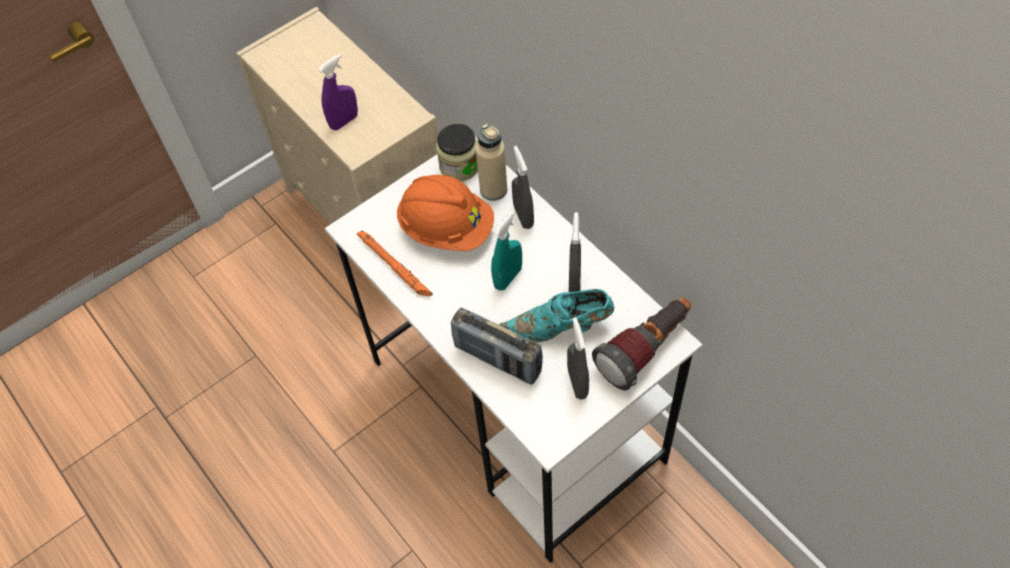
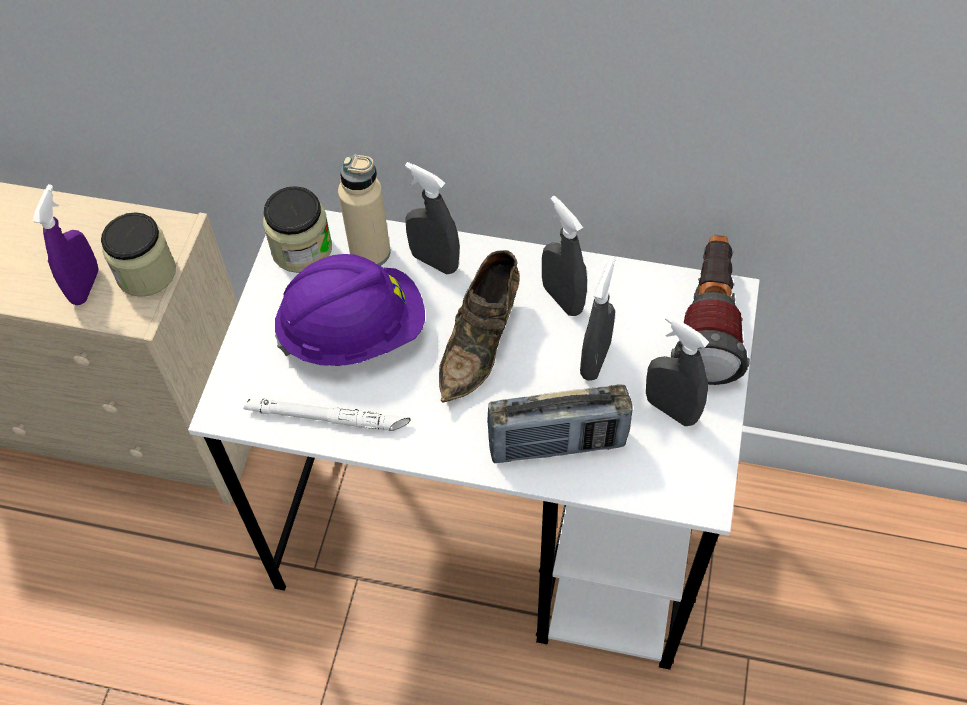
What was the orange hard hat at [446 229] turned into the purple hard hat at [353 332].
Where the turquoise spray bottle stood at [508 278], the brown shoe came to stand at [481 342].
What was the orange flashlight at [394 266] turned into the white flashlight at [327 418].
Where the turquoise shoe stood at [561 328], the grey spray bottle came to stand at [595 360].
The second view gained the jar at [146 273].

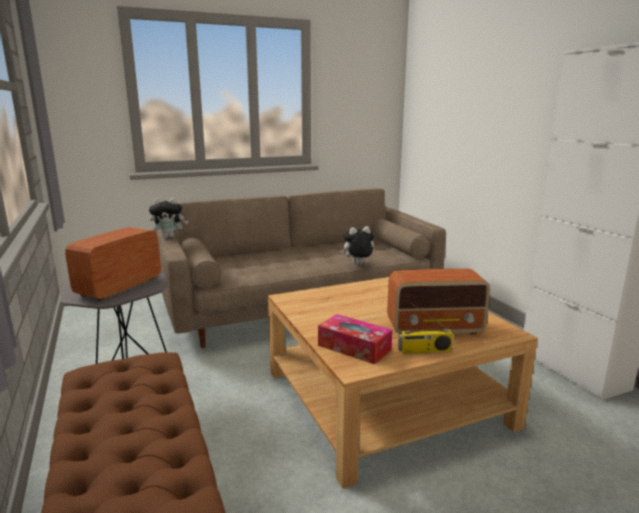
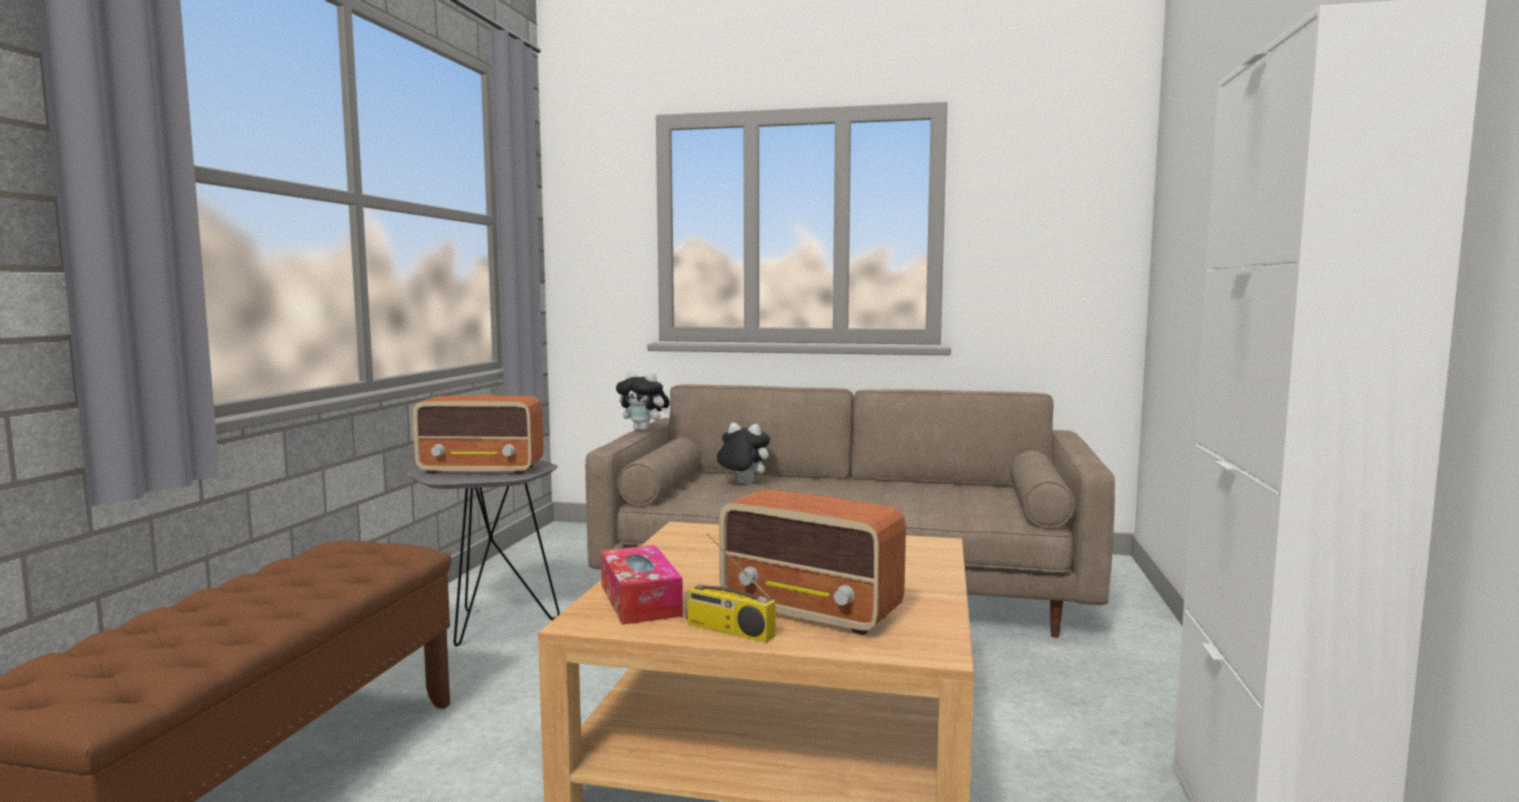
The plush toy ended up elsewhere, having gone from [358 264] to [742 483].
The radio at [118 287] ended up facing another way, 150 degrees counterclockwise from before.

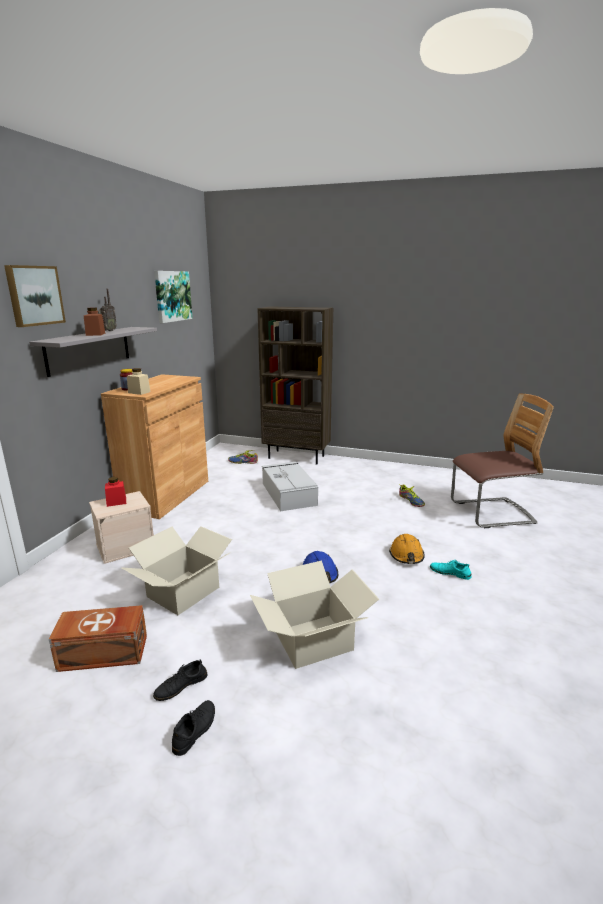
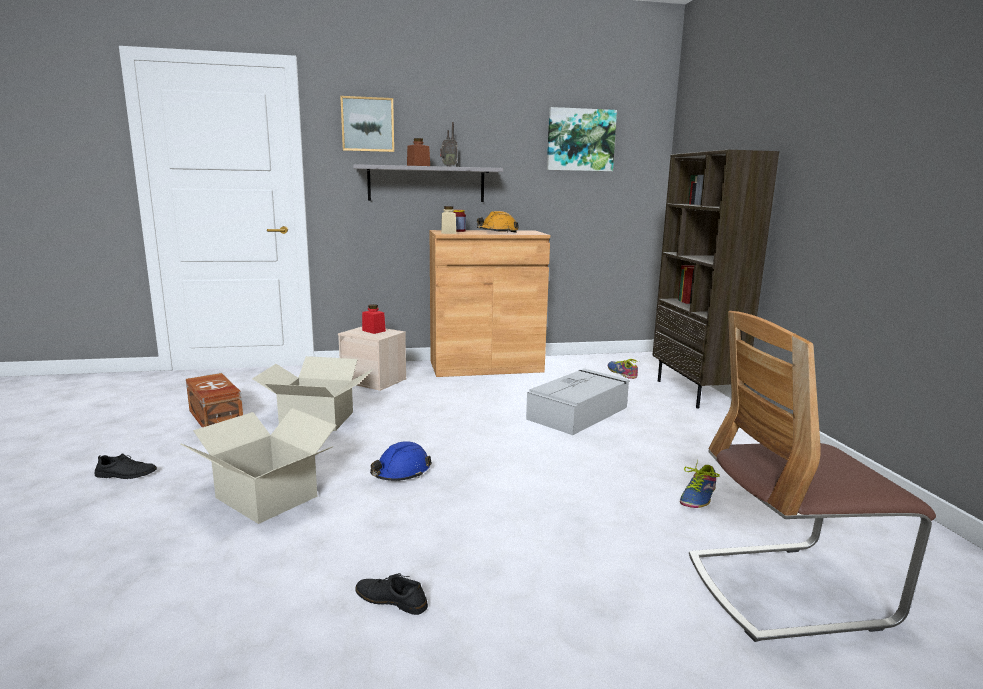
The chair at [491 513] ended up facing another way, 120 degrees clockwise from before.
The orange hard hat ended up elsewhere, having gone from [406 556] to [497 232].
The second view lost the turquoise shoe at [450 573].
The black shoe ended up elsewhere, having gone from [181 686] to [391 600].

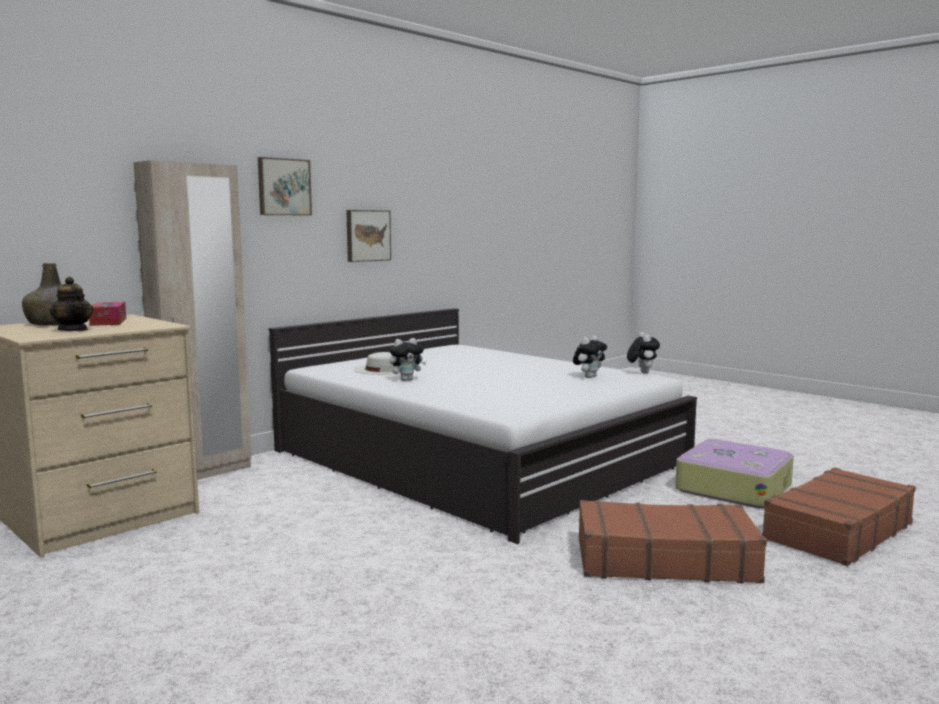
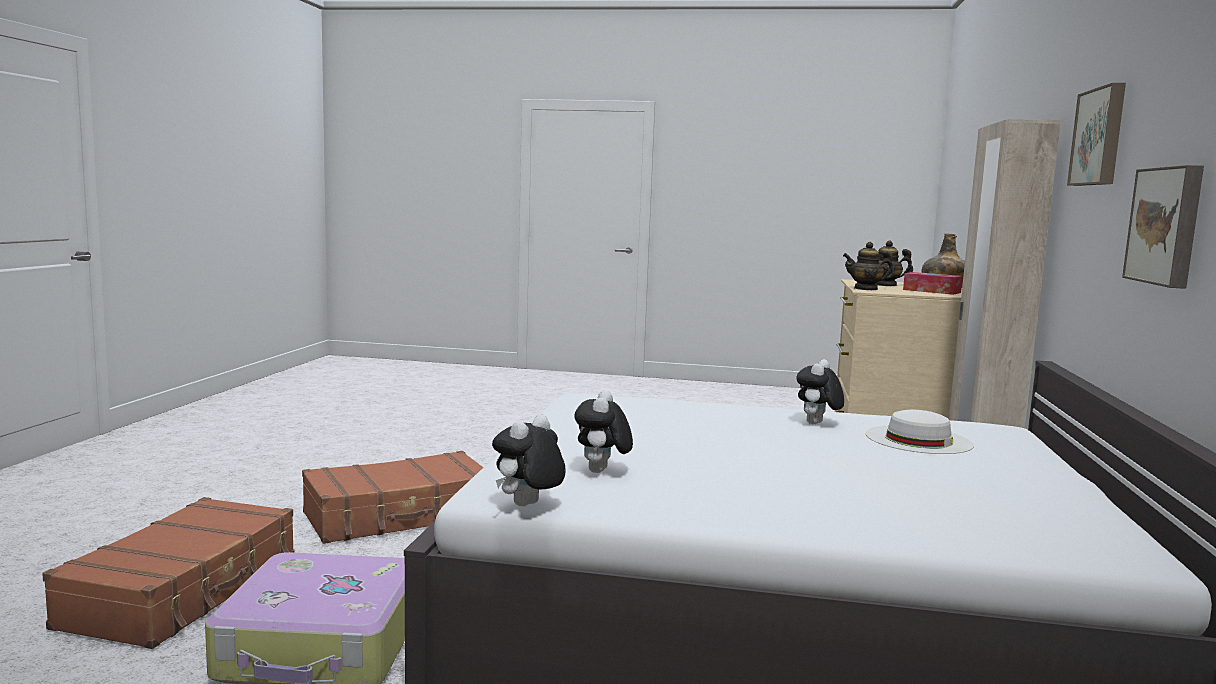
The plush toy at [642 372] ended up facing another way, 75 degrees clockwise from before.
The second view gained the teapot at [866 289].

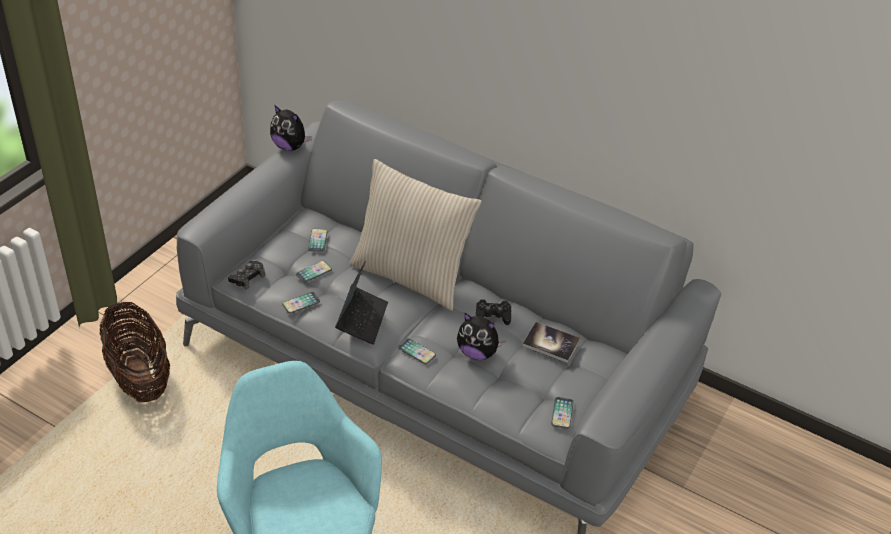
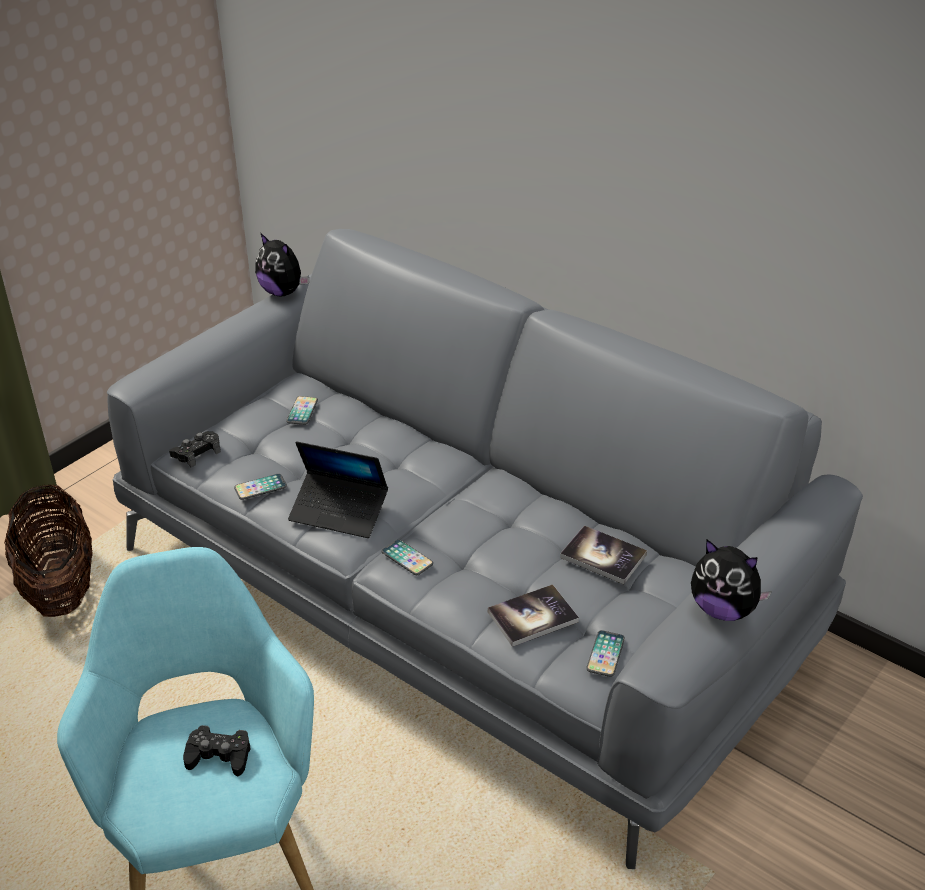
The second view lost the beige pillow at [411 276].
The laptop at [362 319] ended up facing another way, 90 degrees clockwise from before.
The second view lost the phone at [313 272].
The black game controller ended up elsewhere, having gone from [492 315] to [219 756].
The plush toy ended up elsewhere, having gone from [477 353] to [723 609].
The second view gained the book at [532 617].

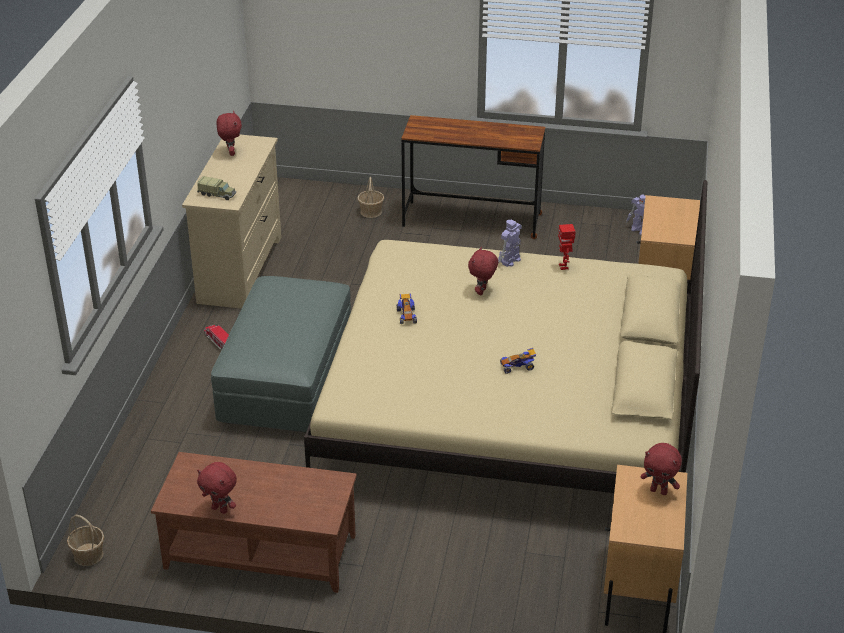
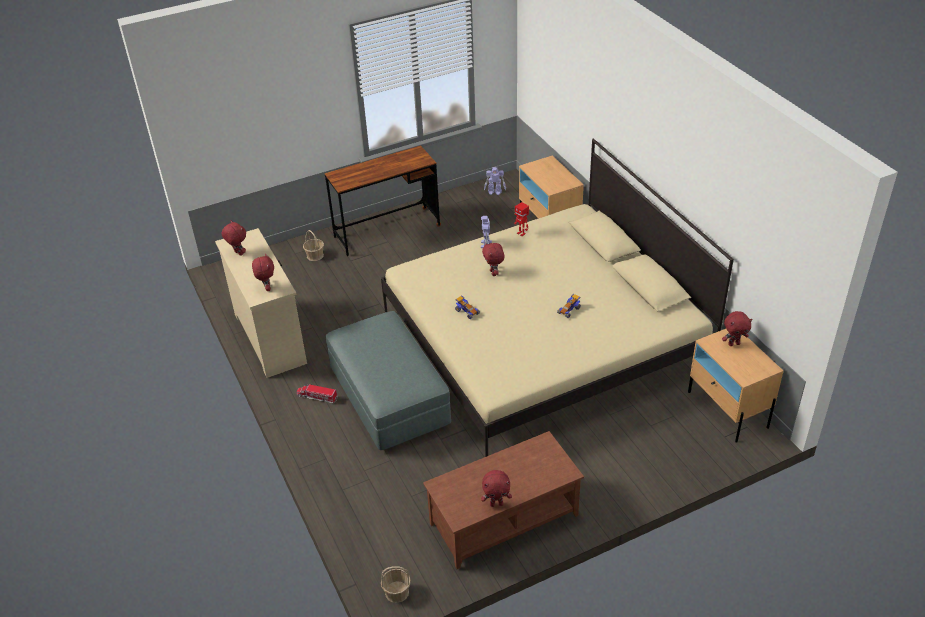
Where the toy truck stood at [217 194], the red plush toy came to stand at [267 288].

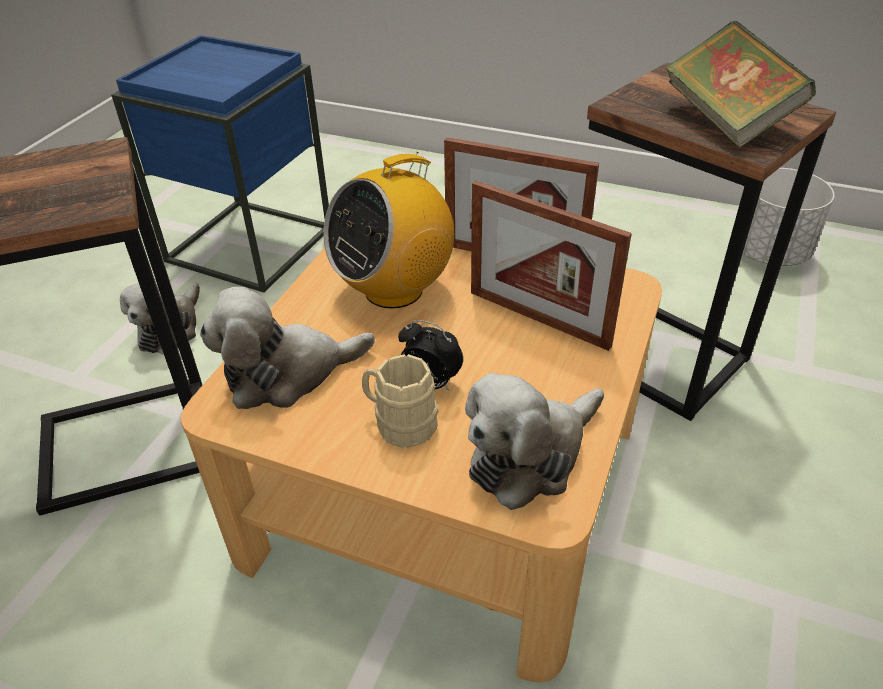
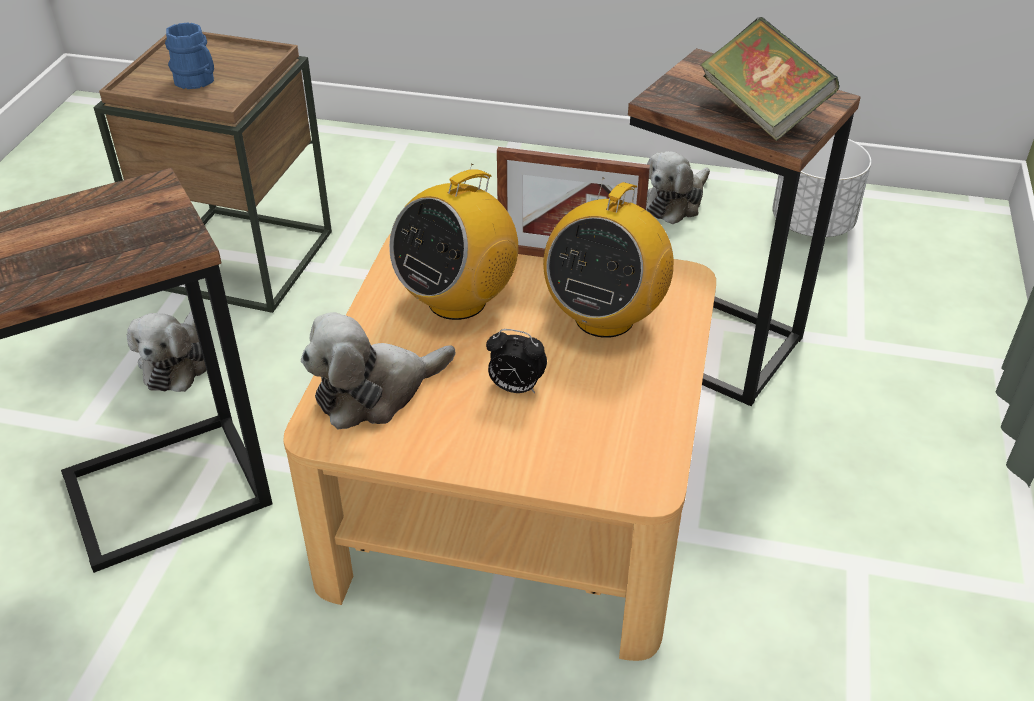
What was the blue side table at [250 244] turned into the brown side table at [242 258].
Where the picture frame stood at [538 318], the radio came to stand at [604 317].
The second view lost the beige mug at [399 423].
The plush toy ended up elsewhere, having gone from [530 455] to [676 203].
The second view gained the blue mug at [198 81].

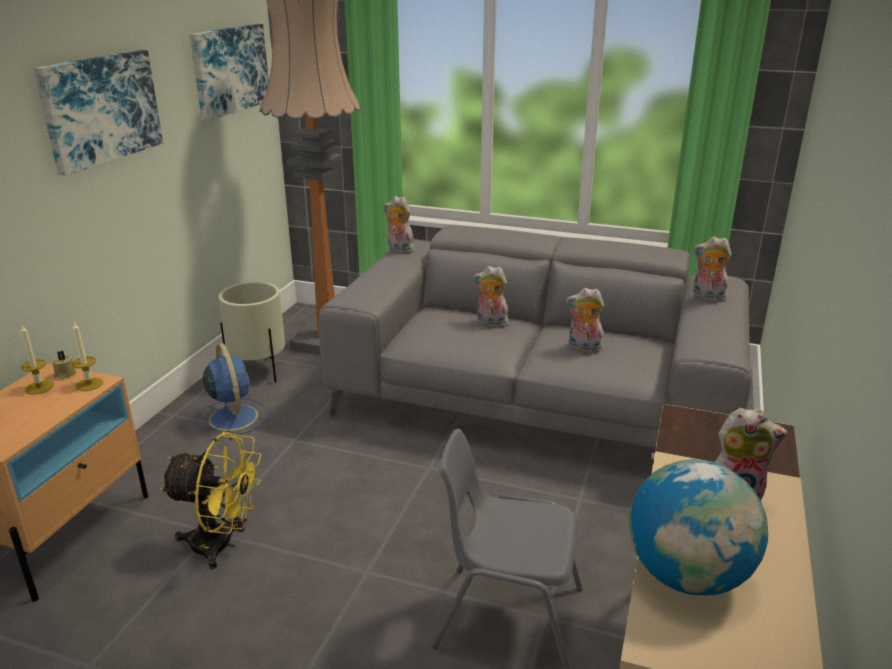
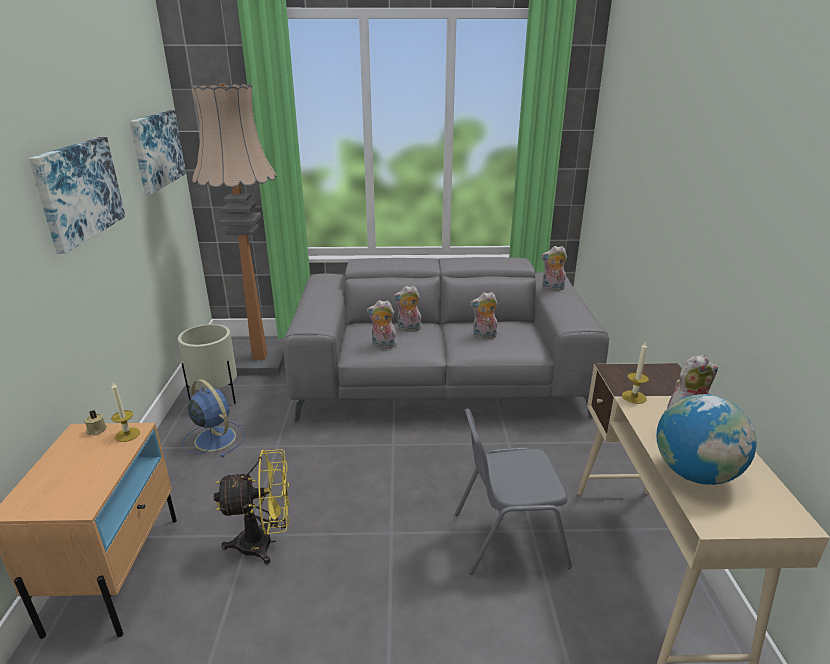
The plush toy ended up elsewhere, having gone from [399 250] to [383 345].
The candle ended up elsewhere, having gone from [39 387] to [634 397].

